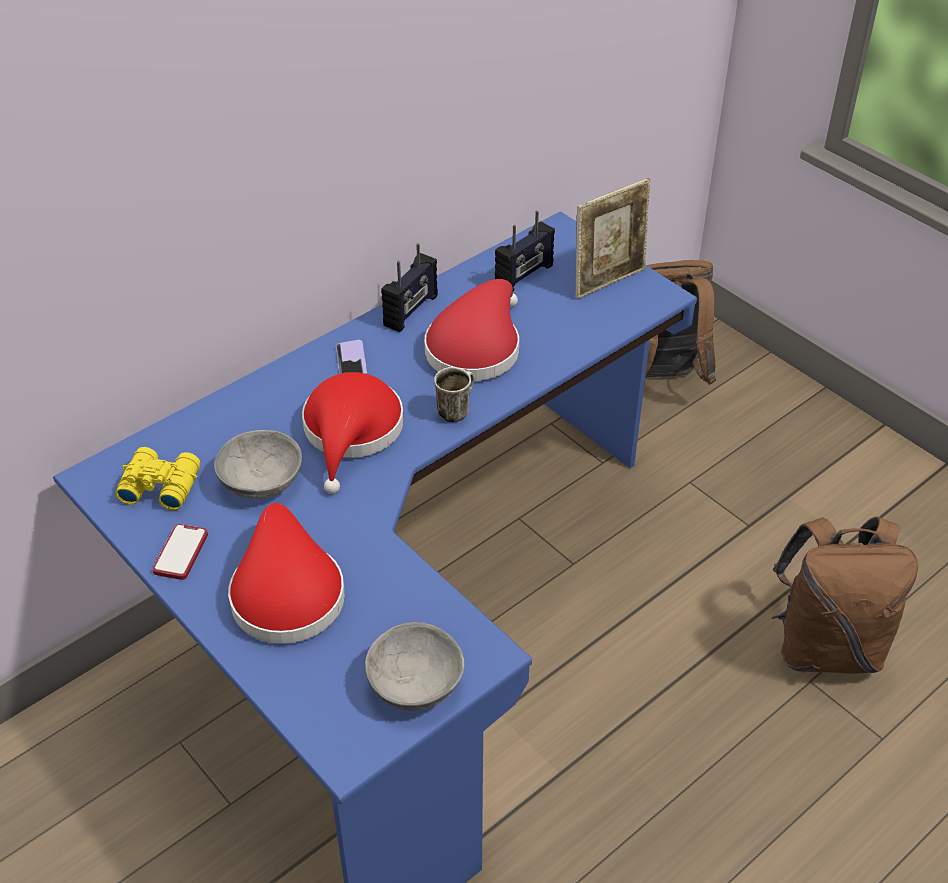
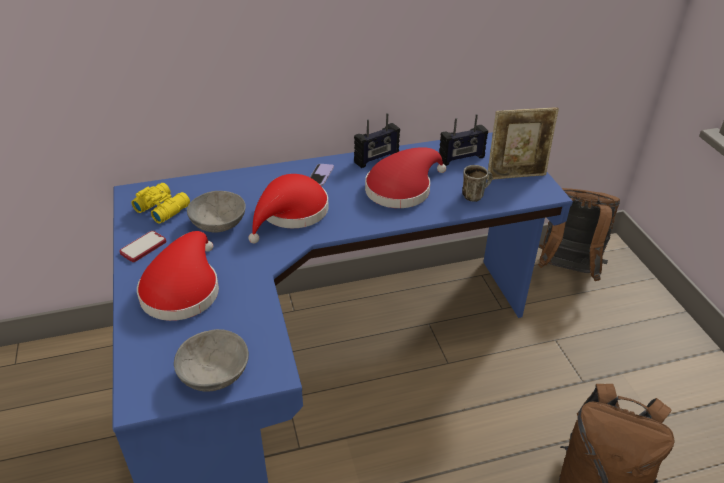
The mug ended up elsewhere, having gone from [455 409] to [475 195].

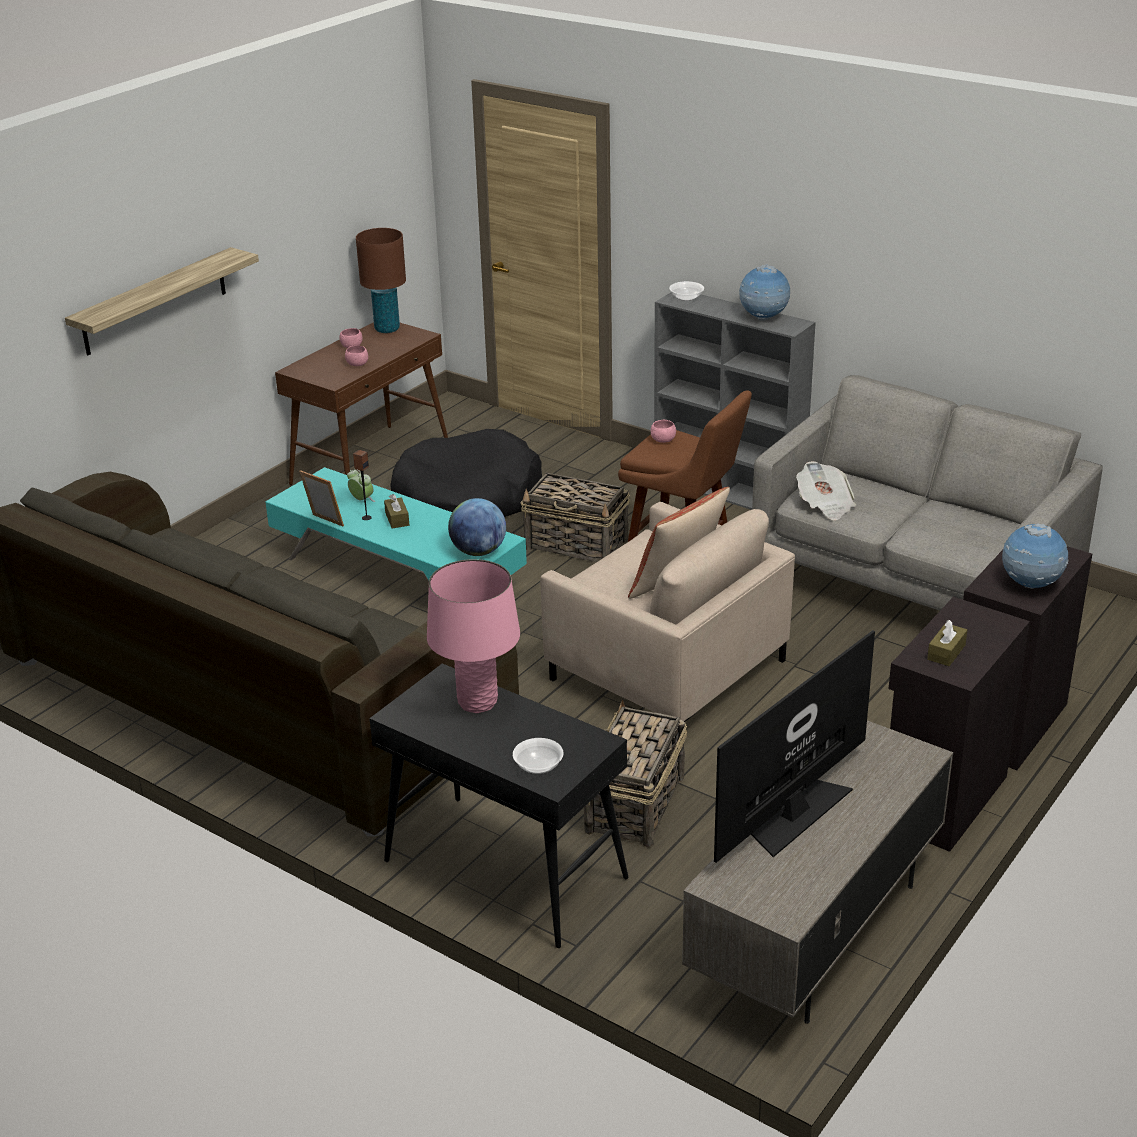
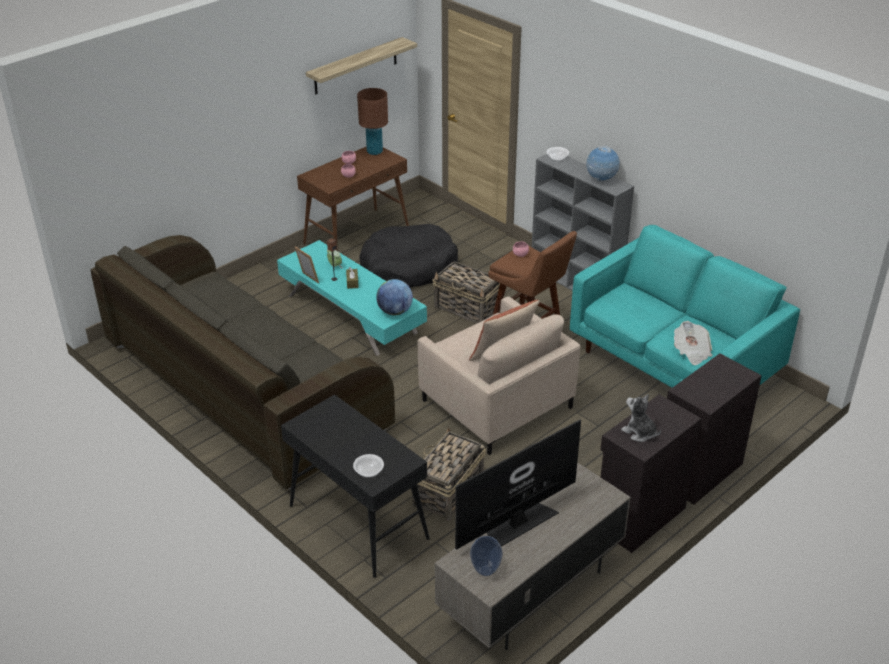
The shelf ended up elsewhere, having gone from [154 302] to [356 66].
What was the grey sofa at [914 585] turned into the turquoise sofa at [673 366].
The newspaper ended up elsewhere, having gone from [825 505] to [691 352].
The second view lost the globe at [1030 586].
The second view lost the pink table lamp at [477 702].
Where the brown tissue box stood at [946 652], the plush toy came to stand at [639 432].
The second view gained the vase at [485 571].

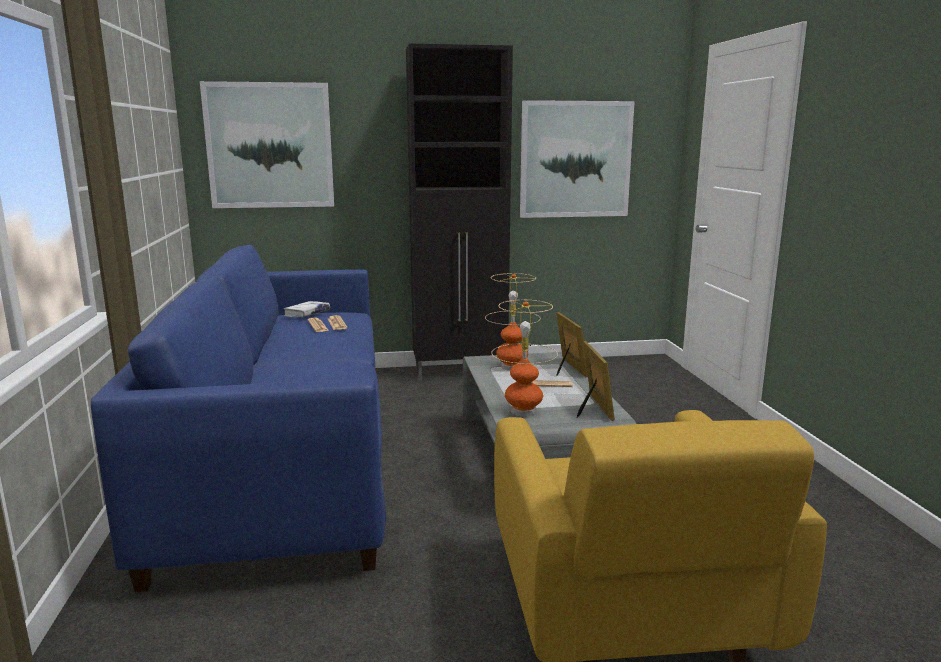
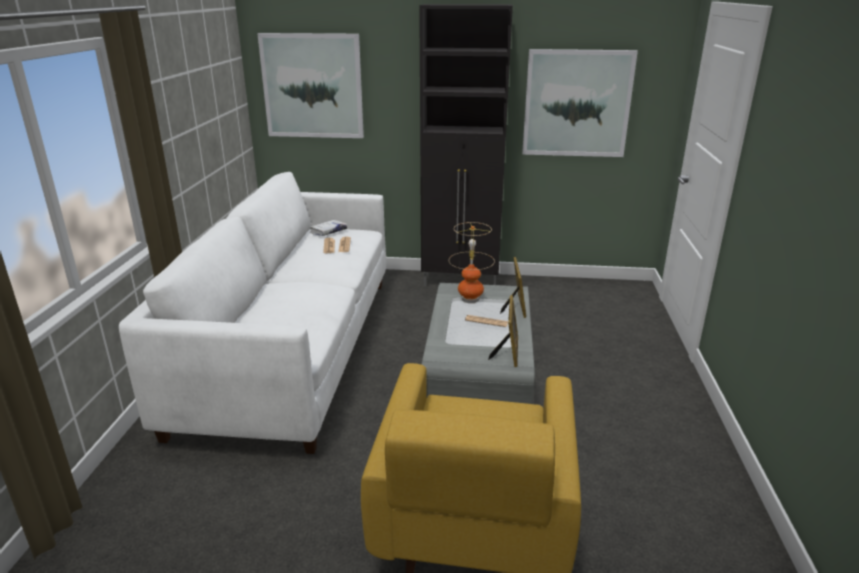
What was the blue sofa at [285 458] turned into the white sofa at [293 348].
The second view lost the table lamp at [523 411].

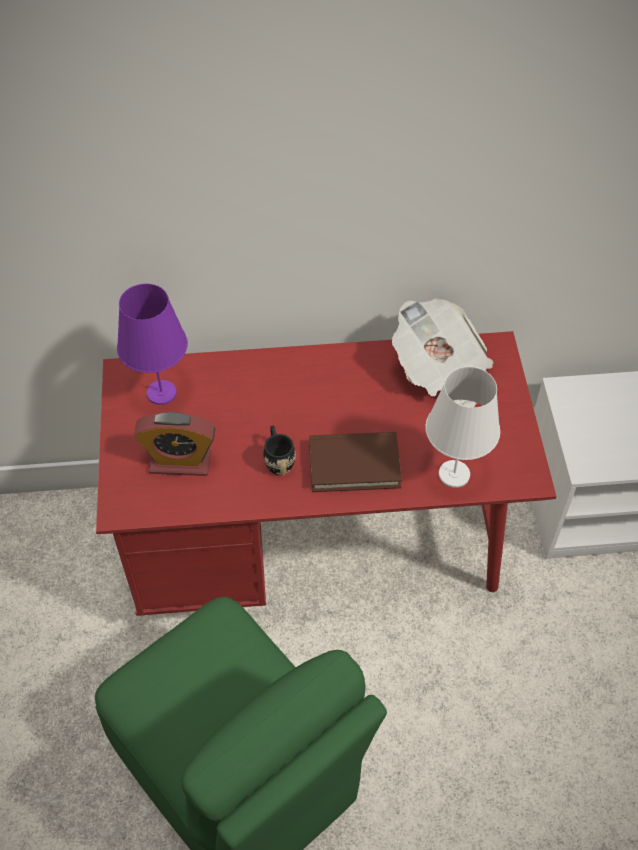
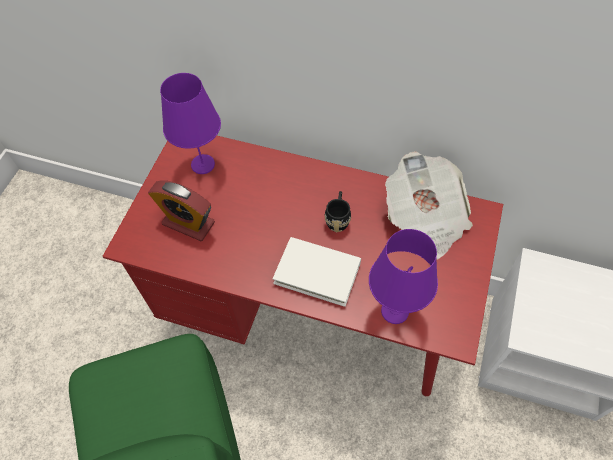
What was the white table lamp at [454 474] turned into the purple table lamp at [395 311].
The black mug ended up elsewhere, having gone from [278 459] to [338 218].
What was the brown book at [354 464] turned into the white book at [317 273].

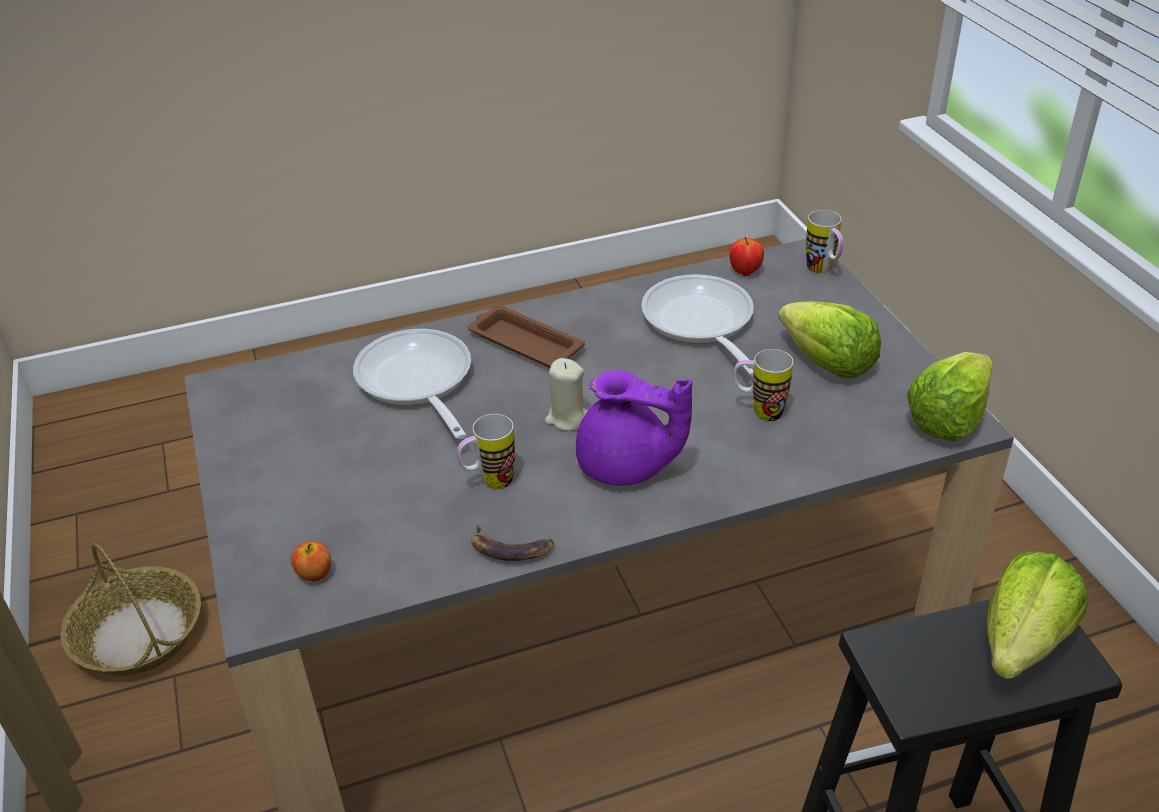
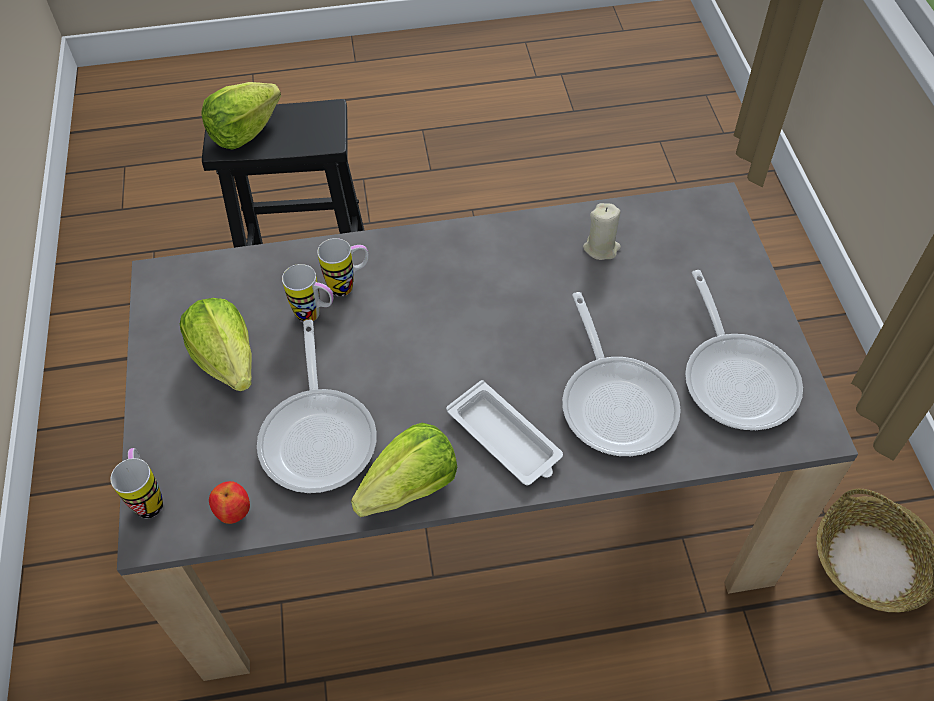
What was the brown tray at [524 343] turned into the white tray at [505 439].
The lettuce ended up elsewhere, having gone from [948 419] to [410 488].
The beige candle ended up elsewhere, having gone from [567 418] to [601 248].
The second view lost the purple teapot at [627 466].
The mug ended up elsewhere, having gone from [489 483] to [349 285].
The second view lost the banana at [510 548].
The second view lost the apple at [314 573].
The second view gained the frying pan at [736 377].

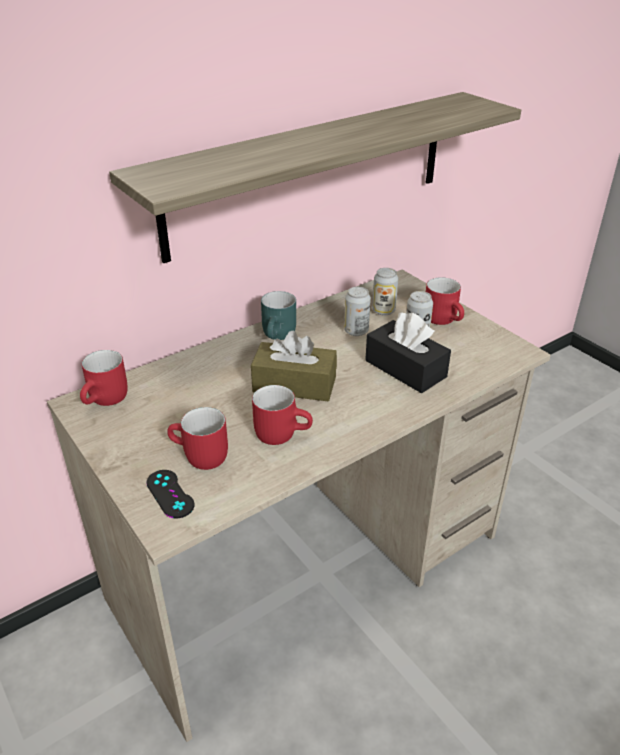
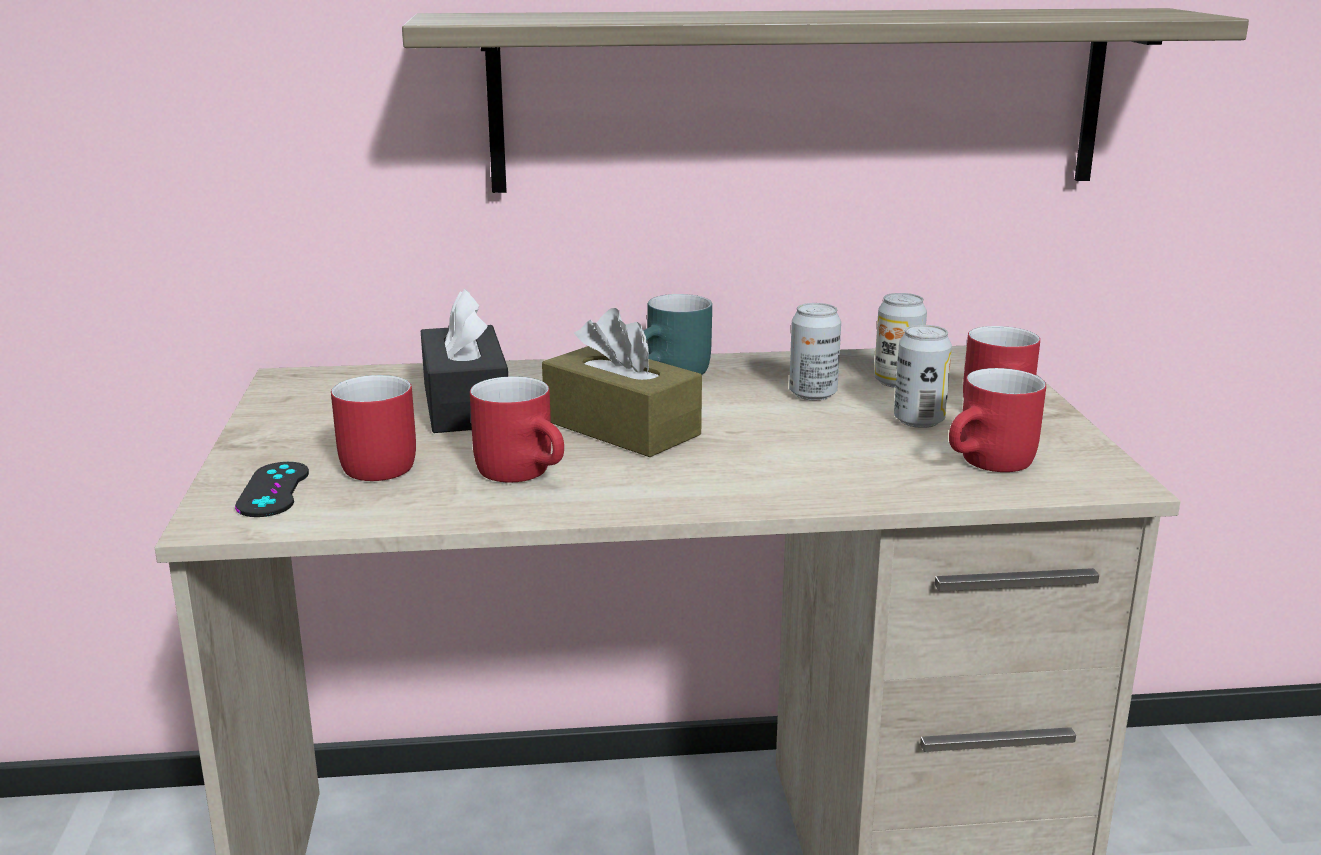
The black tissue box ended up elsewhere, having gone from [405 369] to [465 405].
The red mug ended up elsewhere, having gone from [107 400] to [992 464].

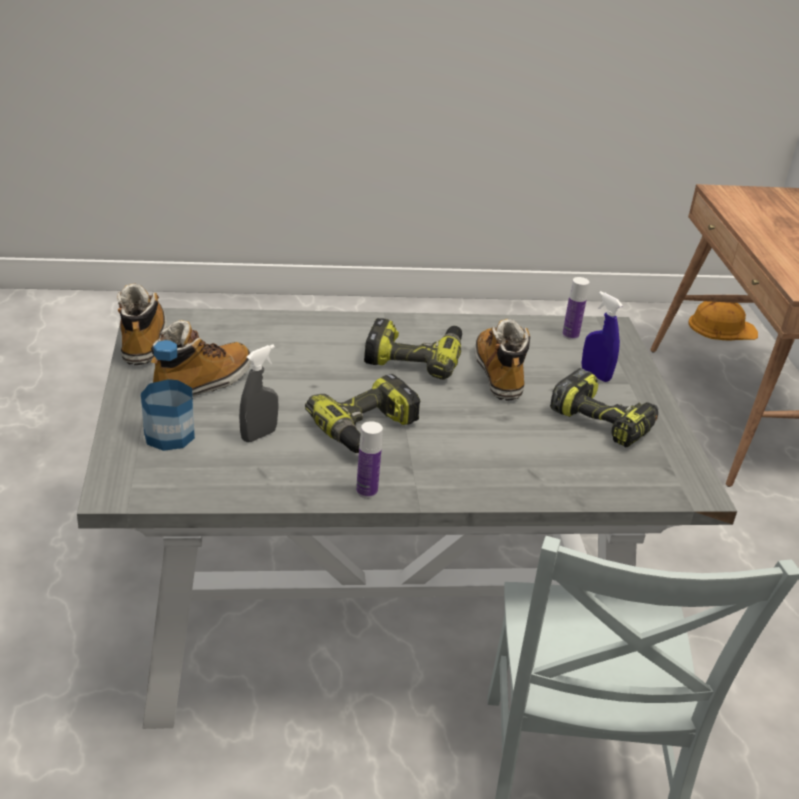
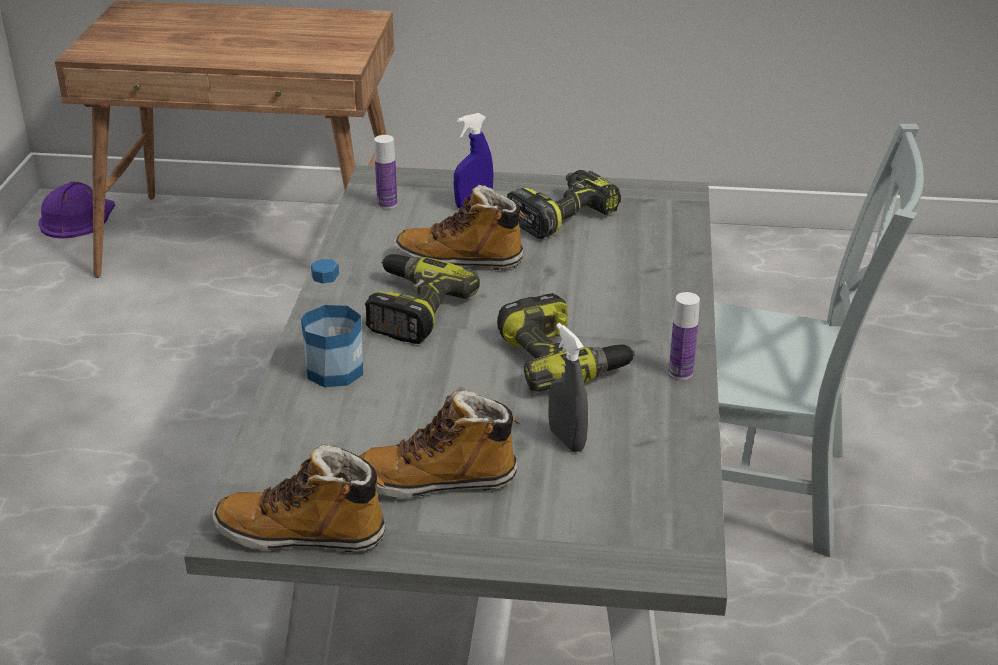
What was the orange hard hat at [721 327] turned into the purple hard hat at [77 218].
The boot at [202 383] ended up facing another way, 60 degrees counterclockwise from before.
The bottle ended up elsewhere, having gone from [169 435] to [335 370].

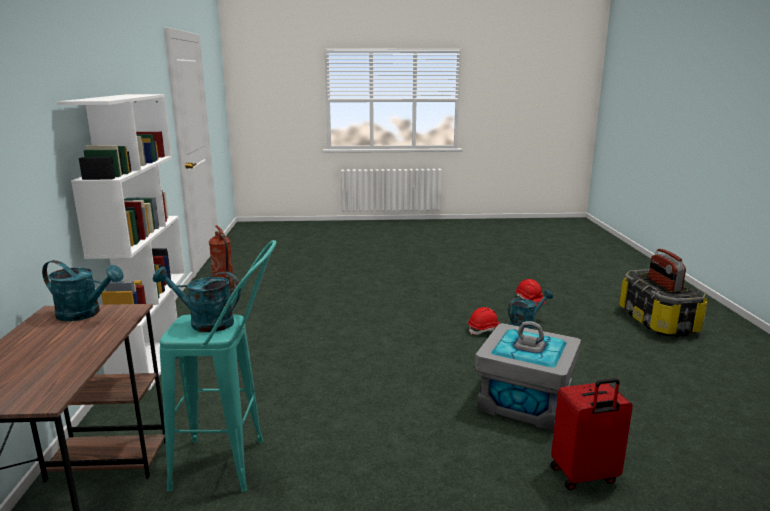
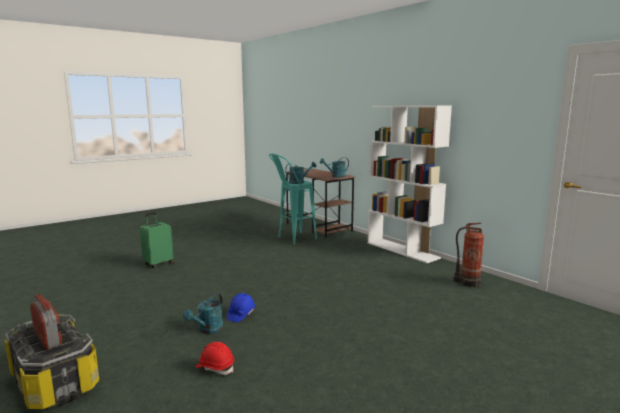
What was the red hard hat at [485 330] turned into the blue hard hat at [241 314].
The second view lost the grey storage box at [524 401].
What was the red suitcase at [584 476] turned into the green suitcase at [158 263].

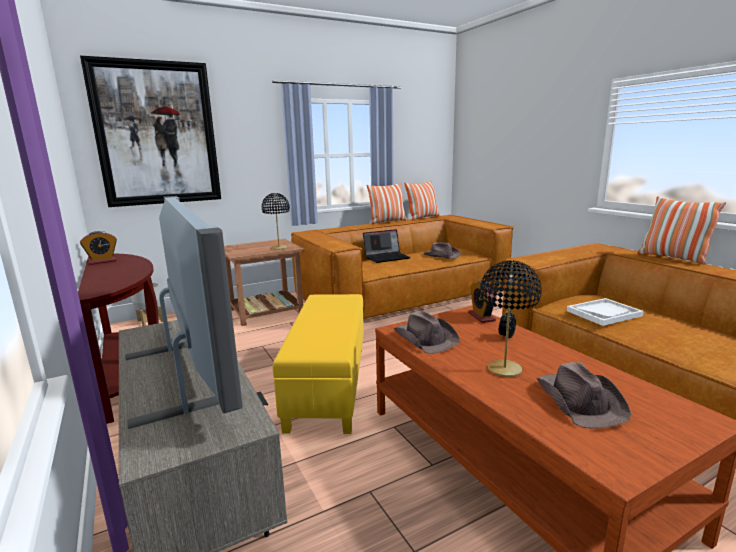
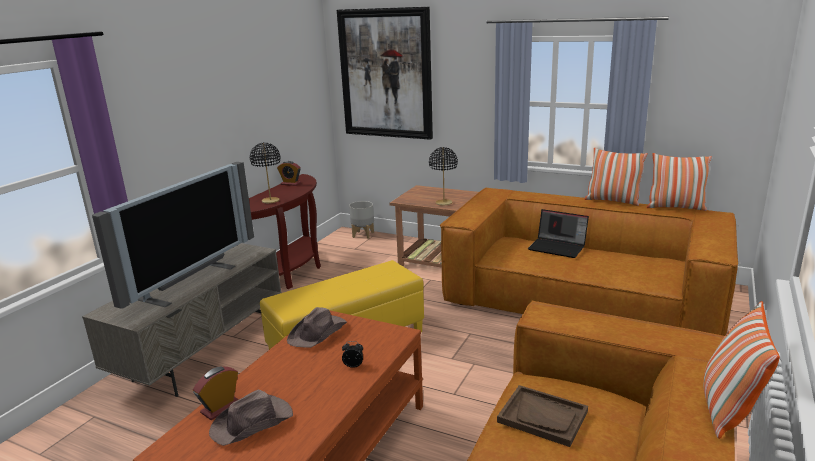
The second view lost the brown hat at [441 255].
The black table lamp ended up elsewhere, having gone from [505 369] to [270 201].
The alarm clock ended up elsewhere, having gone from [481 317] to [220 408].
What was the white tray at [603 313] turned into the brown tray at [543 417].

